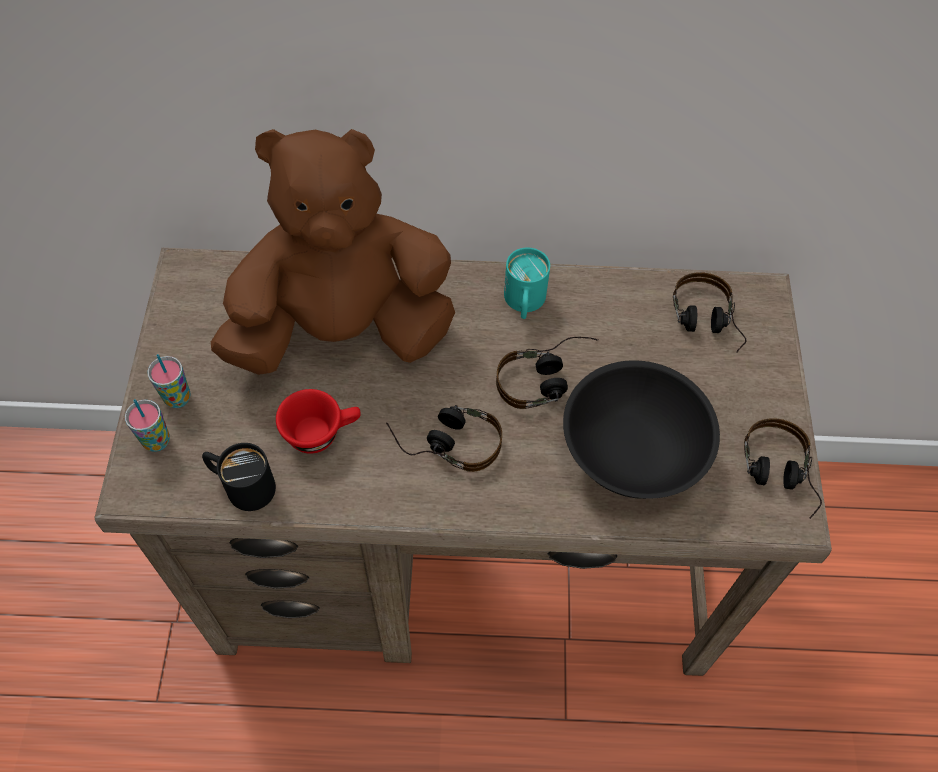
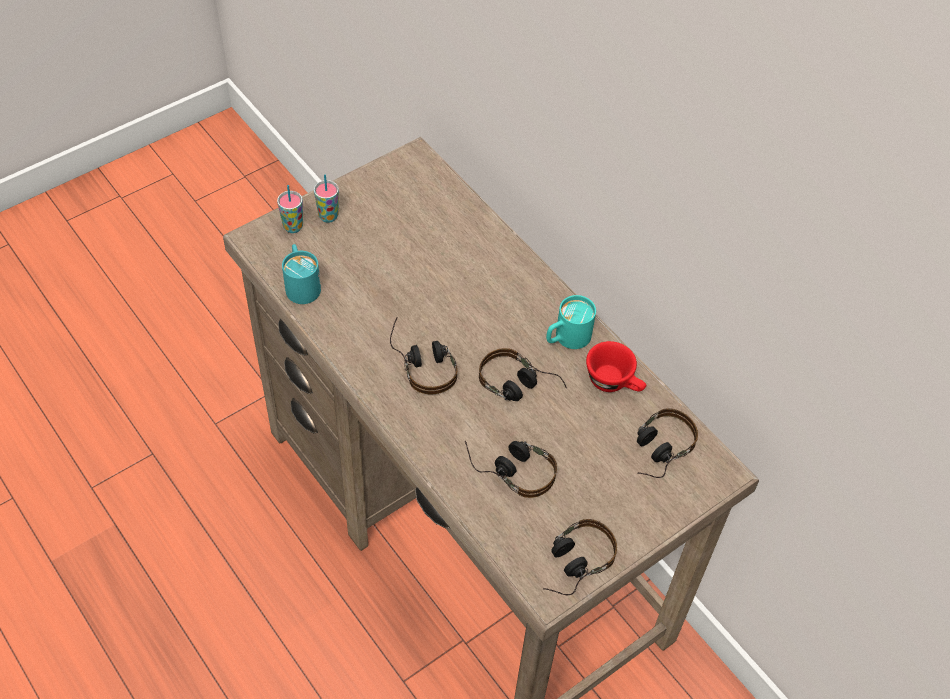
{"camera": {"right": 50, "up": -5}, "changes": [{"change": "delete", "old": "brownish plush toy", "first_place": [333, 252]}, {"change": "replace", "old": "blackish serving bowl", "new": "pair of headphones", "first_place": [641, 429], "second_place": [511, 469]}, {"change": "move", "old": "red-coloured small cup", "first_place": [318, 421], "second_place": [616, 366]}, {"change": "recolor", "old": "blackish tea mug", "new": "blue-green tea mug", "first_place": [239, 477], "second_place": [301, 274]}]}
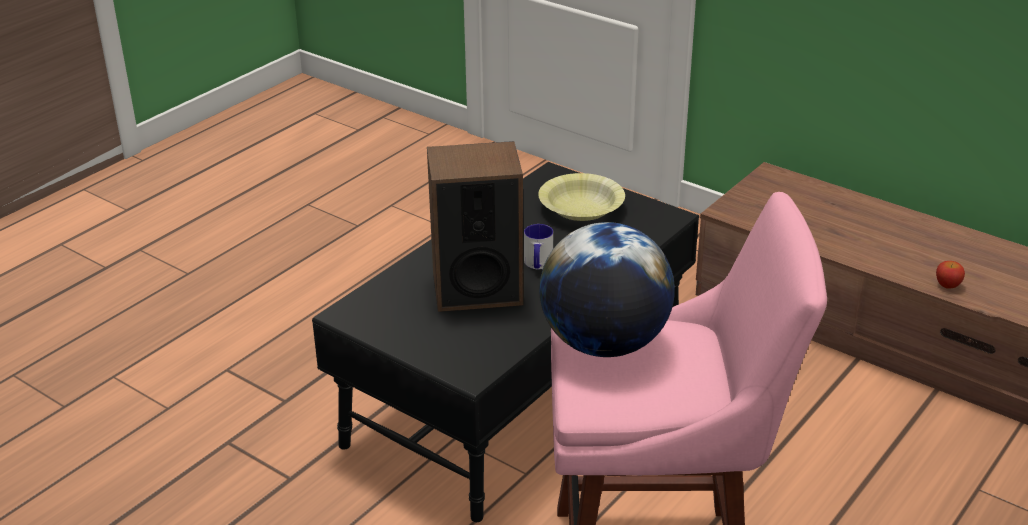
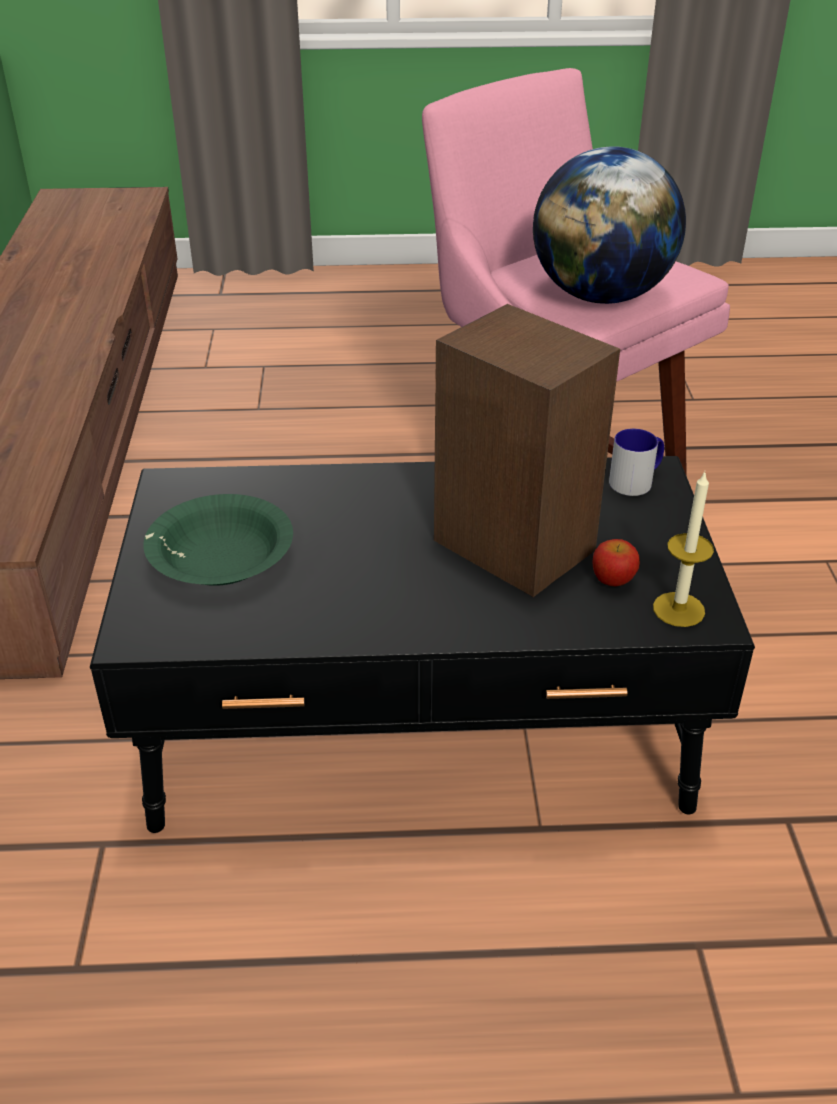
{"camera": {"right": -130, "up": 5}, "changes": [{"change": "recolor", "old": "yellow serving bowl", "new": "greenish serving bowl", "first_place": [581, 197], "second_place": [218, 540]}, {"change": "move", "old": "tea mug", "first_place": [538, 246], "second_place": [636, 462]}, {"change": "move", "old": "whole apple", "first_place": [950, 275], "second_place": [616, 562]}, {"change": "insert", "new": "candle", "second_place": [683, 549]}]}
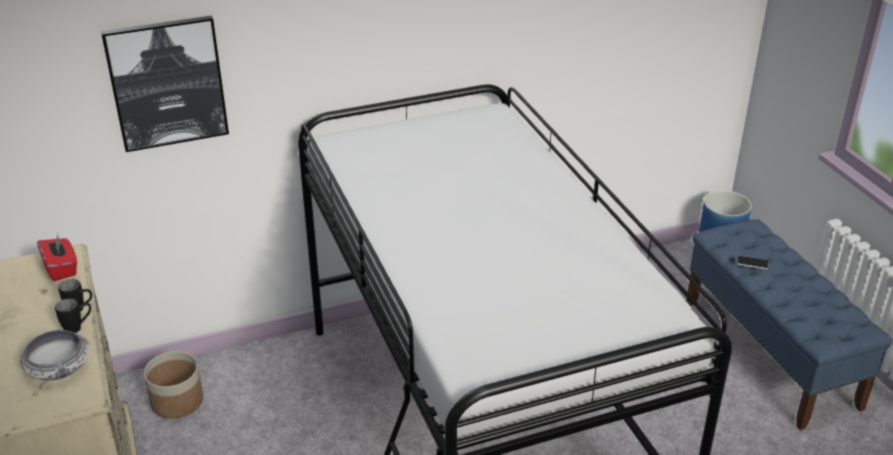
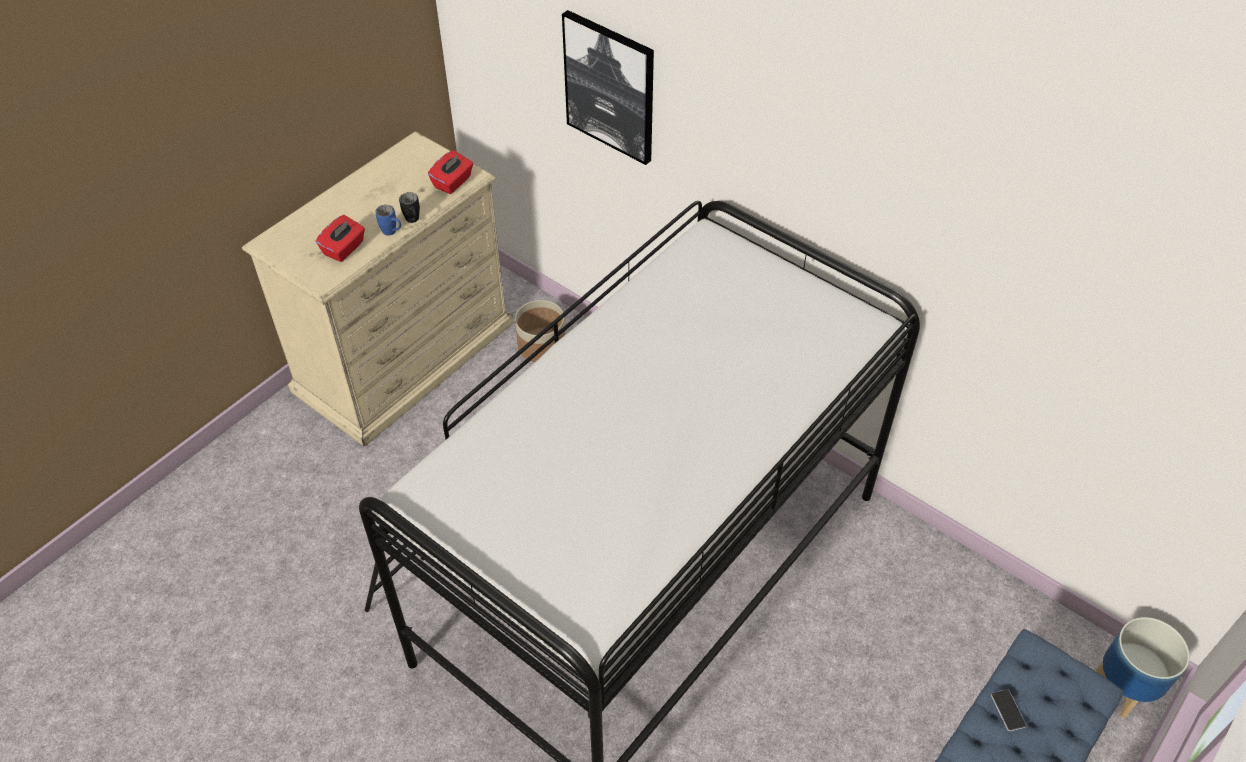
{"camera": {"right": 60, "up": 15}, "changes": [{"change": "recolor", "old": "blackish tea mug", "new": "blue tea mug", "first_place": [73, 316], "second_place": [388, 220]}, {"change": "replace", "old": "serving bowl", "new": "red-coloured tissue holder", "first_place": [54, 355], "second_place": [340, 238]}]}
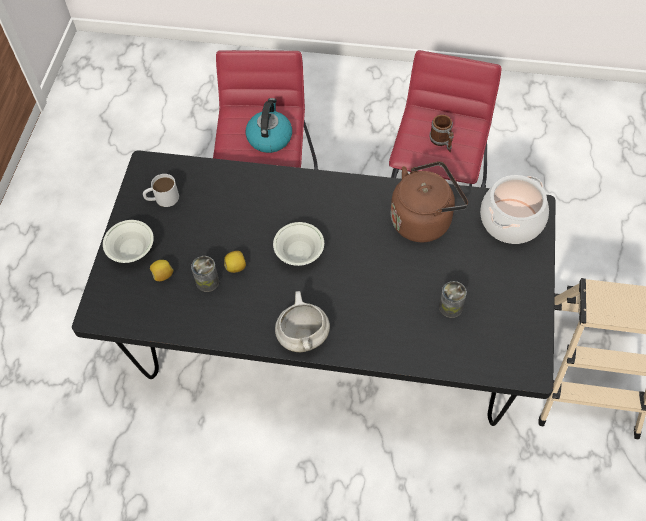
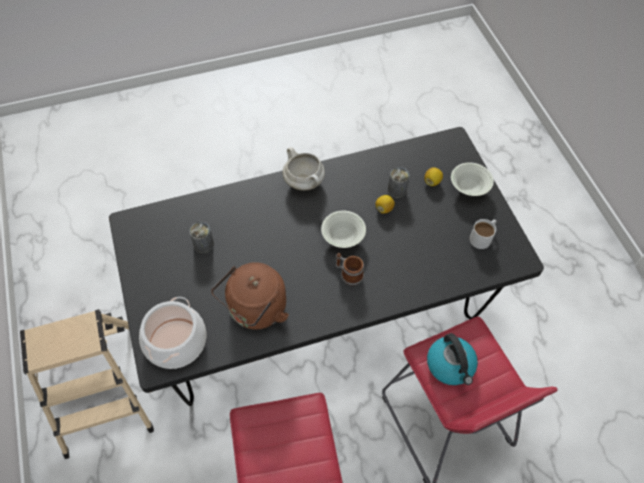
{"camera": {"right": 150, "up": 0}, "changes": [{"change": "move", "old": "tea mug", "first_place": [441, 133], "second_place": [350, 269]}]}
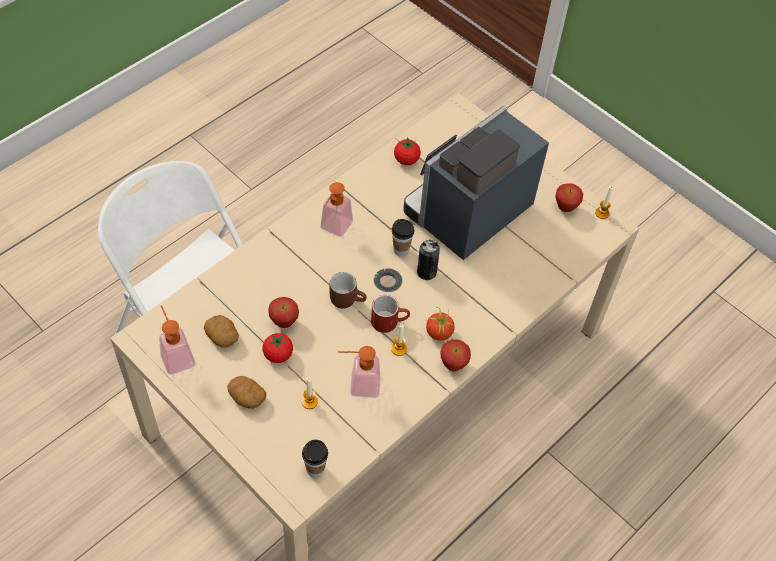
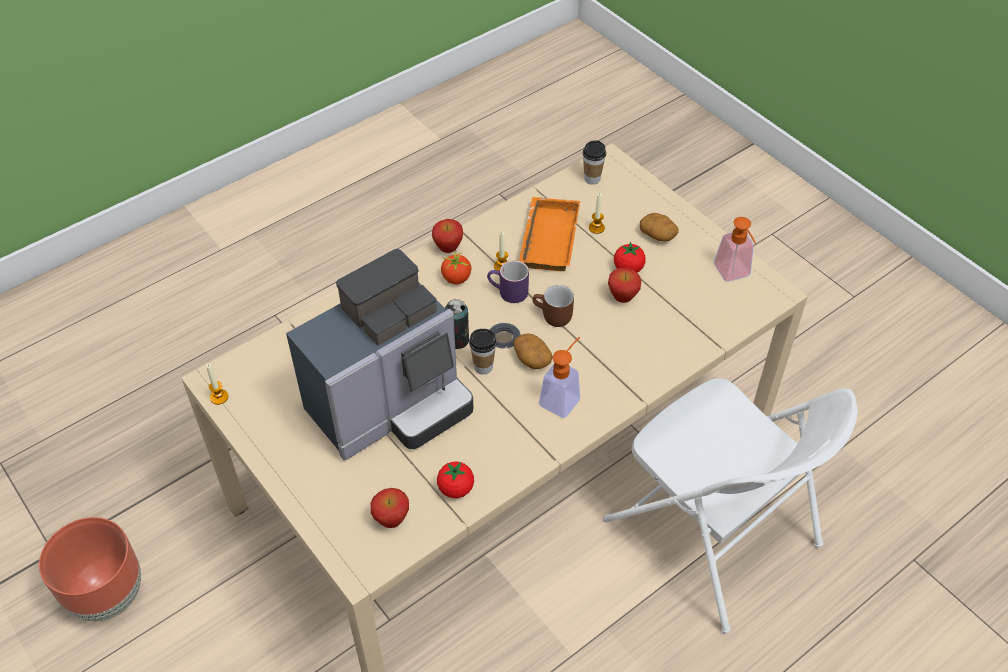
{"camera": {"right": -170, "up": -5}, "changes": [{"change": "move", "old": "whole apple", "first_place": [569, 197], "second_place": [389, 508]}, {"change": "recolor", "old": "red-coloured tea mug", "new": "purplish tea mug", "first_place": [390, 314], "second_place": [508, 281]}, {"change": "move", "old": "potato", "first_place": [221, 331], "second_place": [533, 352]}, {"change": "replace", "old": "soap bottle", "new": "orangey tray", "first_place": [359, 372], "second_place": [549, 234]}, {"change": "insert", "new": "brownish flower pot", "second_place": [90, 569]}]}
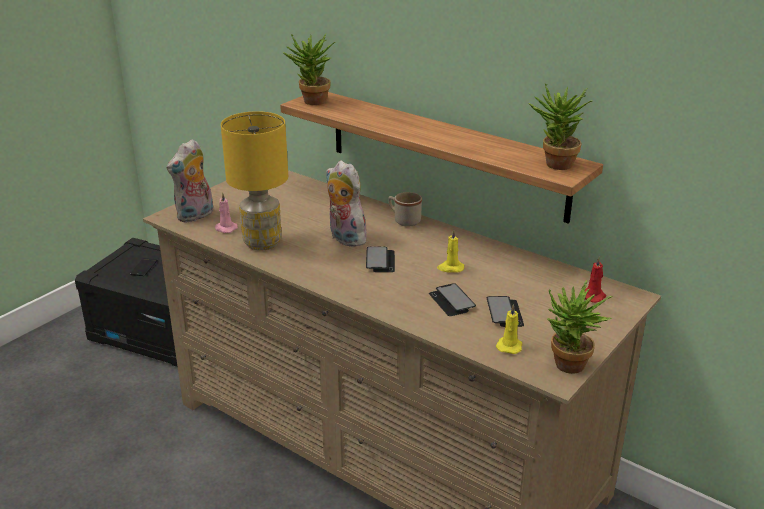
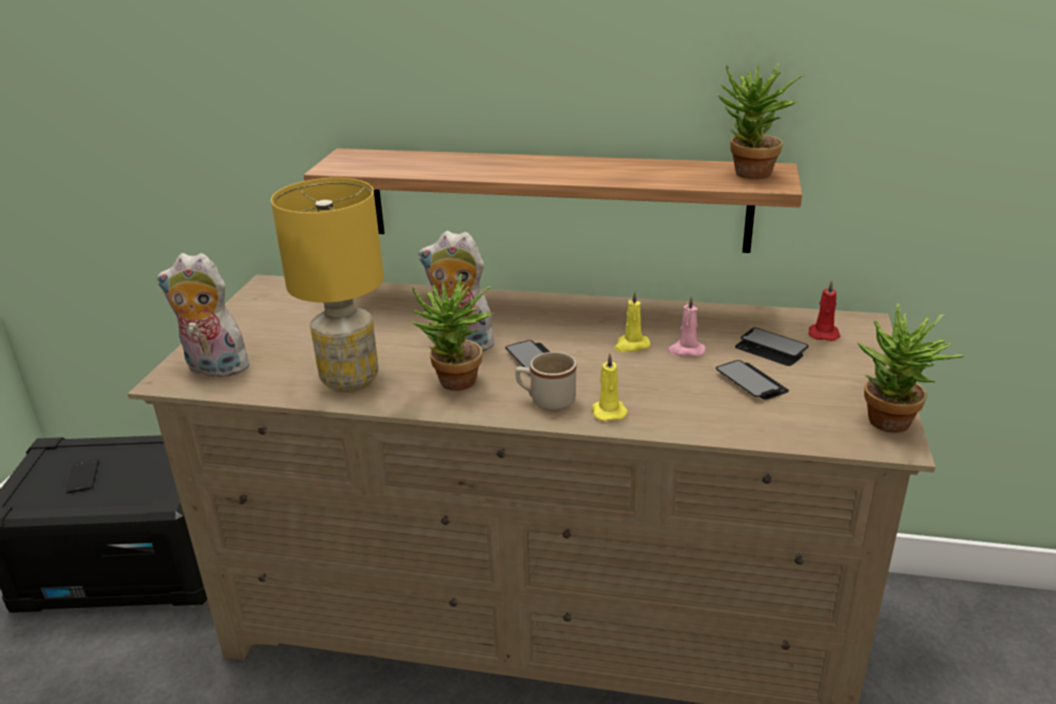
{"camera": {"right": -25, "up": 0}, "changes": [{"change": "move", "old": "potted plant", "first_place": [309, 69], "second_place": [453, 332]}, {"change": "rotate", "old": "plush toy", "first_place": [189, 181], "second_place": [204, 315], "degrees": 90}, {"change": "move", "old": "pink candle", "first_place": [226, 212], "second_place": [686, 326]}, {"change": "move", "old": "beige tea mug", "first_place": [405, 209], "second_place": [546, 381]}, {"change": "move", "old": "phone", "first_place": [452, 299], "second_place": [772, 347]}, {"change": "move", "old": "yellow candle", "first_place": [509, 329], "second_place": [610, 387]}]}
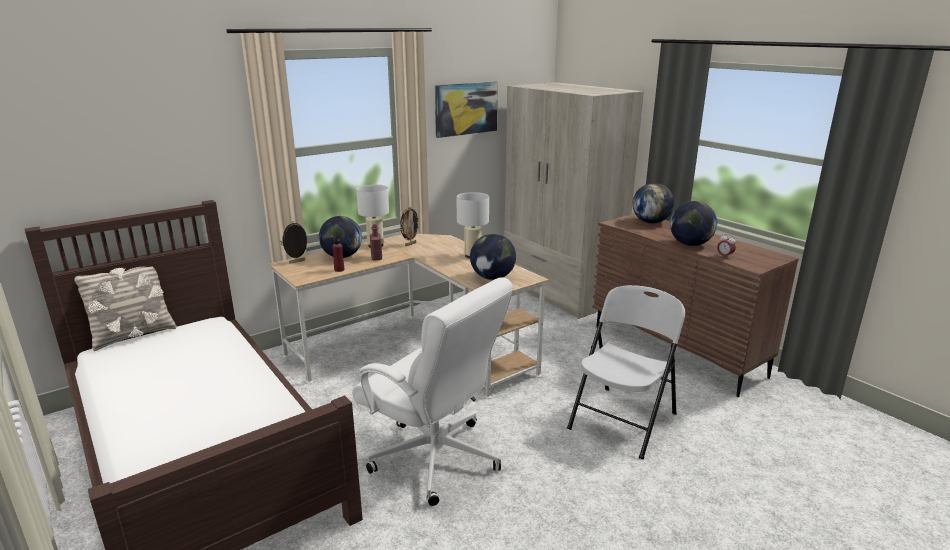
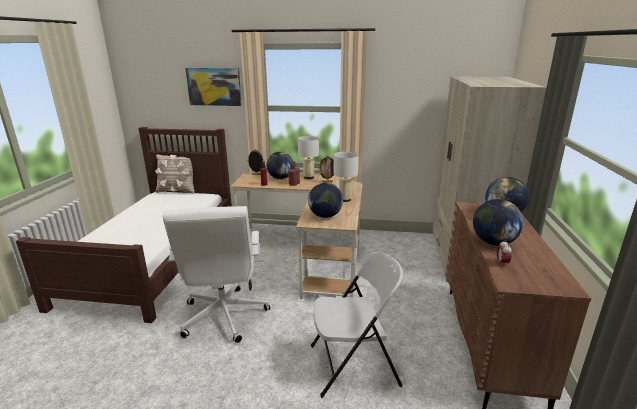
{"camera": {"right": 45, "up": 0}, "changes": [{"change": "move", "old": "picture", "first_place": [466, 110], "second_place": [213, 87]}]}
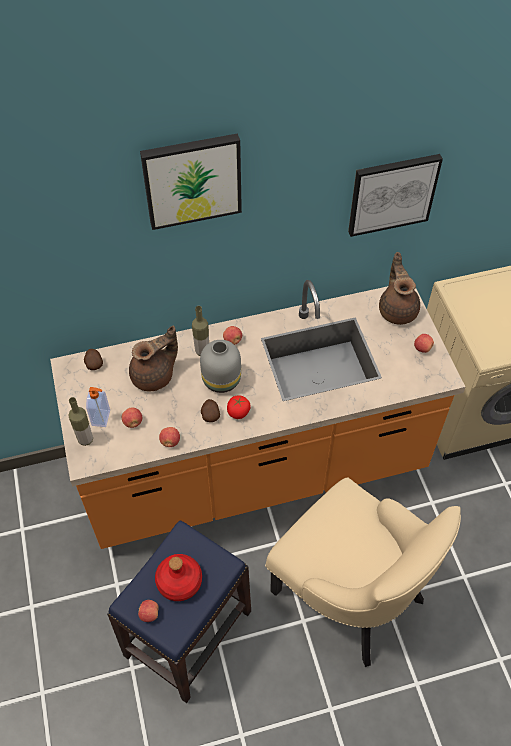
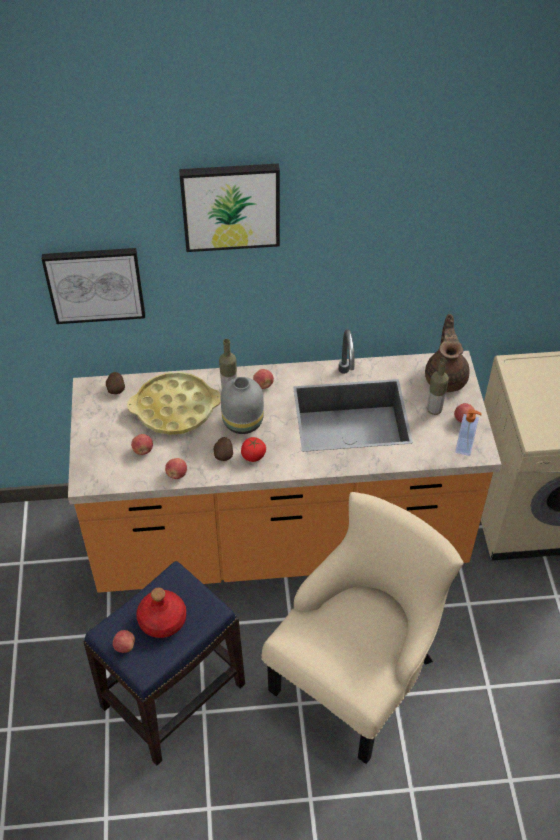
{"camera": {"right": 10, "up": -5}, "changes": [{"change": "move", "old": "picture", "first_place": [395, 195], "second_place": [93, 286]}, {"change": "replace", "old": "brownish pot for tea", "new": "yellow tray", "first_place": [153, 358], "second_place": [174, 403]}, {"change": "move", "old": "soap bottle", "first_place": [98, 407], "second_place": [468, 432]}, {"change": "move", "old": "bottle", "first_place": [80, 421], "second_place": [438, 386]}, {"change": "rotate", "old": "beige plain chair", "first_place": [363, 572], "second_place": [362, 628], "degrees": -105}]}
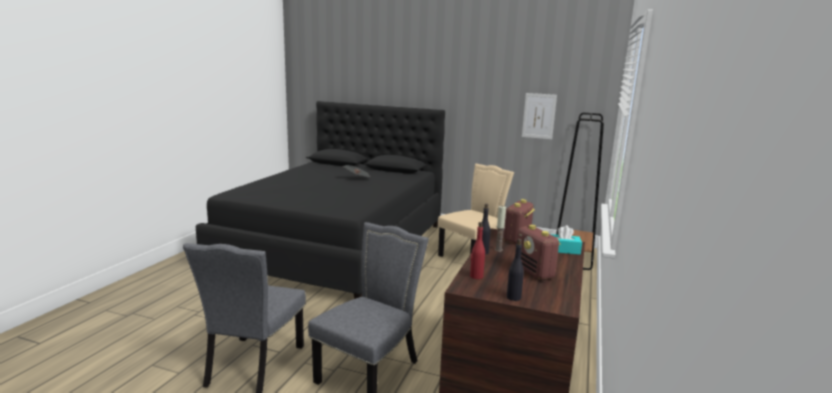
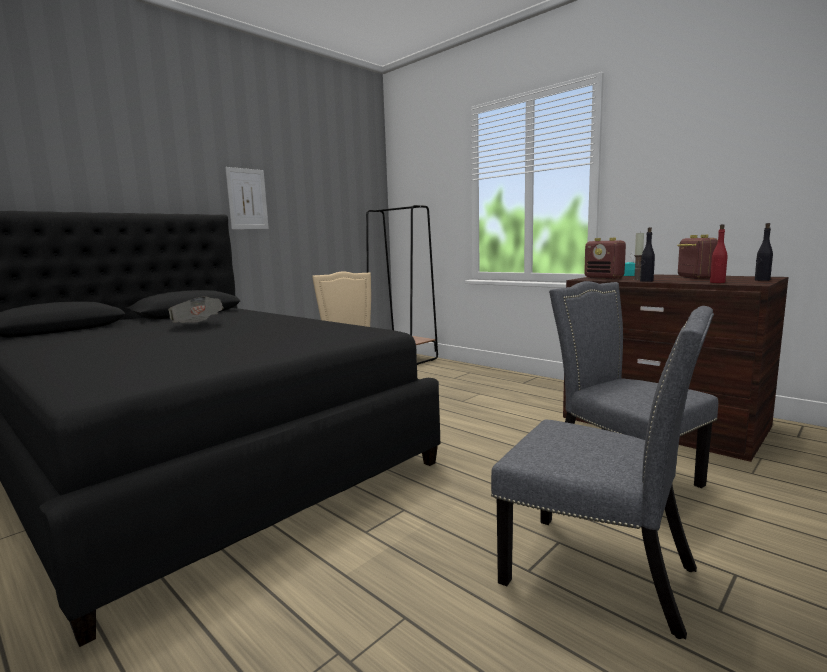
{"camera": {"right": -65, "up": -5}, "changes": [{"change": "move", "old": "picture", "first_place": [539, 116], "second_place": [247, 198]}, {"change": "rotate", "old": "radio set", "first_place": [539, 252], "second_place": [697, 257], "degrees": -90}]}
